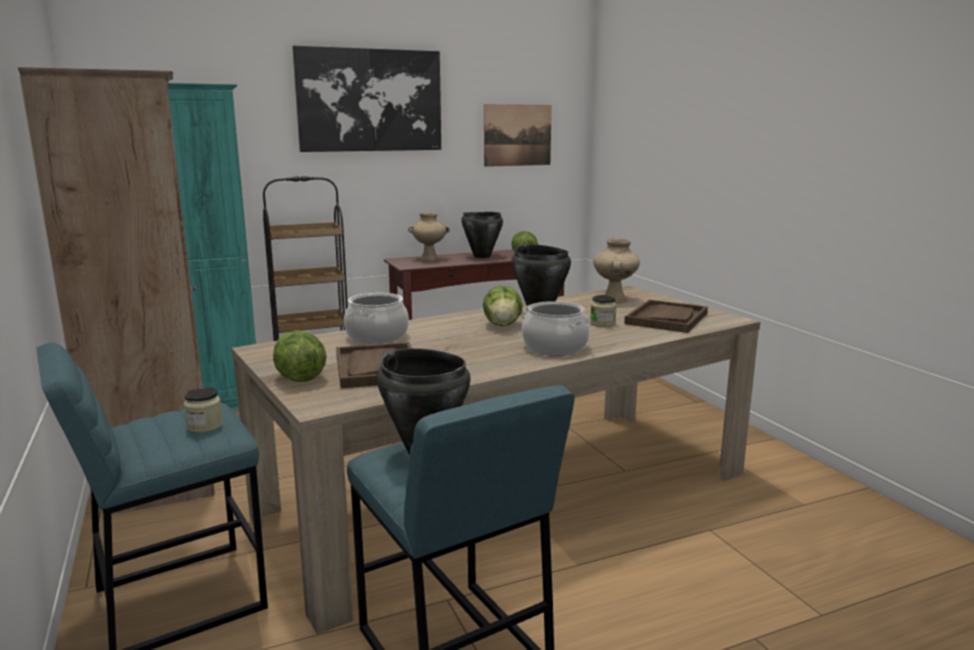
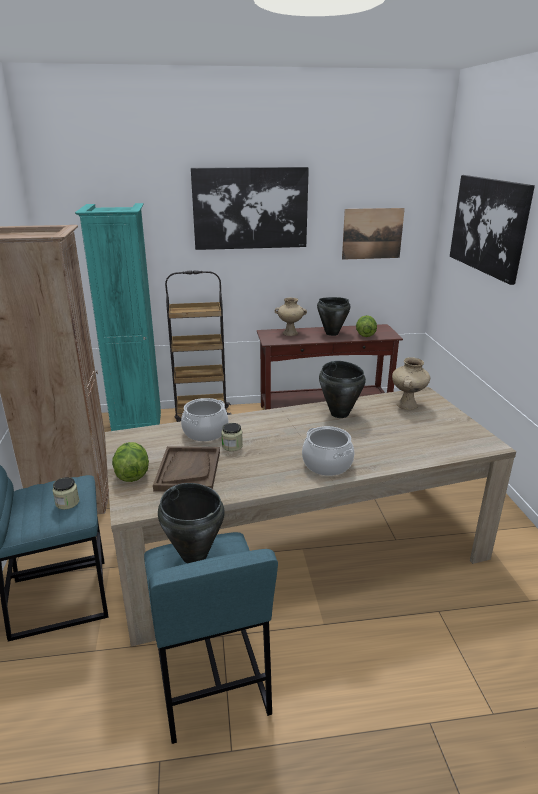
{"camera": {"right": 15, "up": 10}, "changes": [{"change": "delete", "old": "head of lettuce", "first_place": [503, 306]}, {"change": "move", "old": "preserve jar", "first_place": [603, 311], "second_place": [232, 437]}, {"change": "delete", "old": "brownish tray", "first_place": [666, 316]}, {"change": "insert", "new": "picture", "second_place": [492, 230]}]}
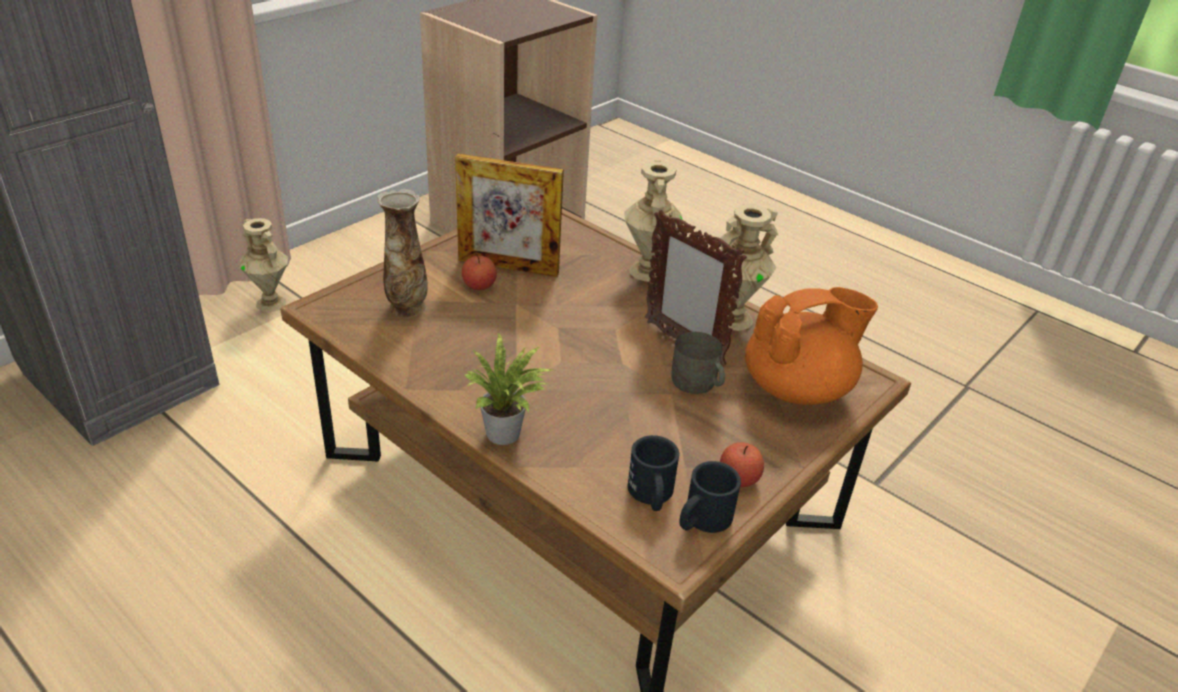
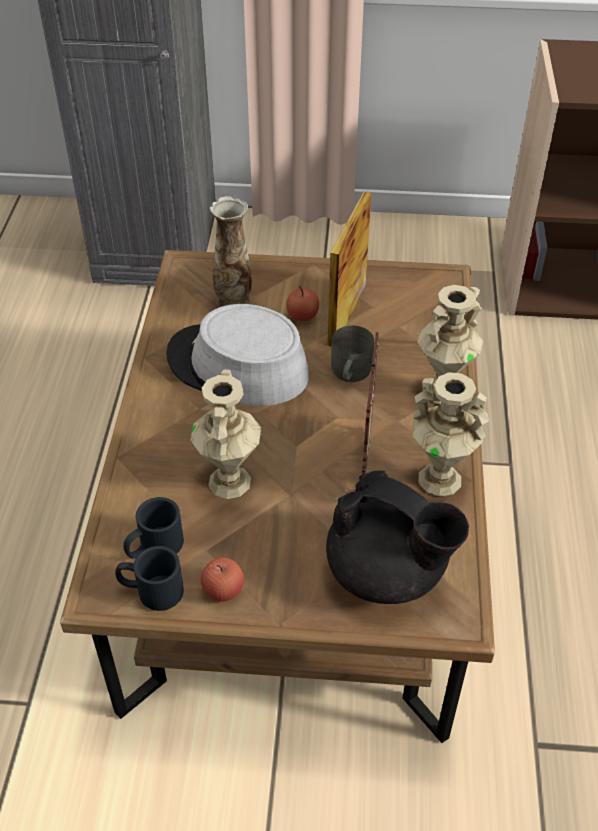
{"camera": {"right": 55, "up": 10}, "changes": [{"change": "rotate", "old": "picture frame", "first_place": [509, 215], "second_place": [349, 269], "degrees": 45}, {"change": "move", "old": "beige vase", "first_place": [263, 265], "second_place": [225, 434]}, {"change": "recolor", "old": "orangey pot for tea", "new": "blackish pot for tea", "first_place": [811, 346], "second_place": [397, 537]}, {"change": "move", "old": "grey tea mug", "first_place": [698, 363], "second_place": [352, 353]}, {"change": "delete", "old": "potted plant", "first_place": [509, 389]}, {"change": "insert", "new": "grey hat", "second_place": [237, 355]}]}
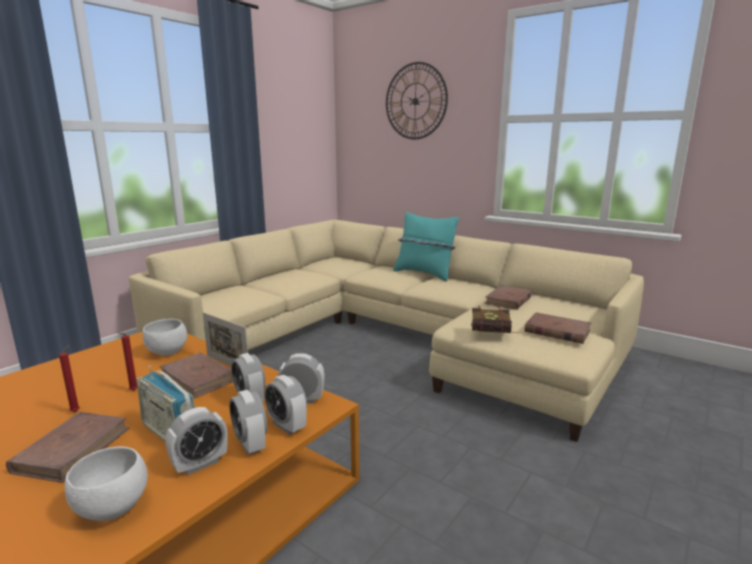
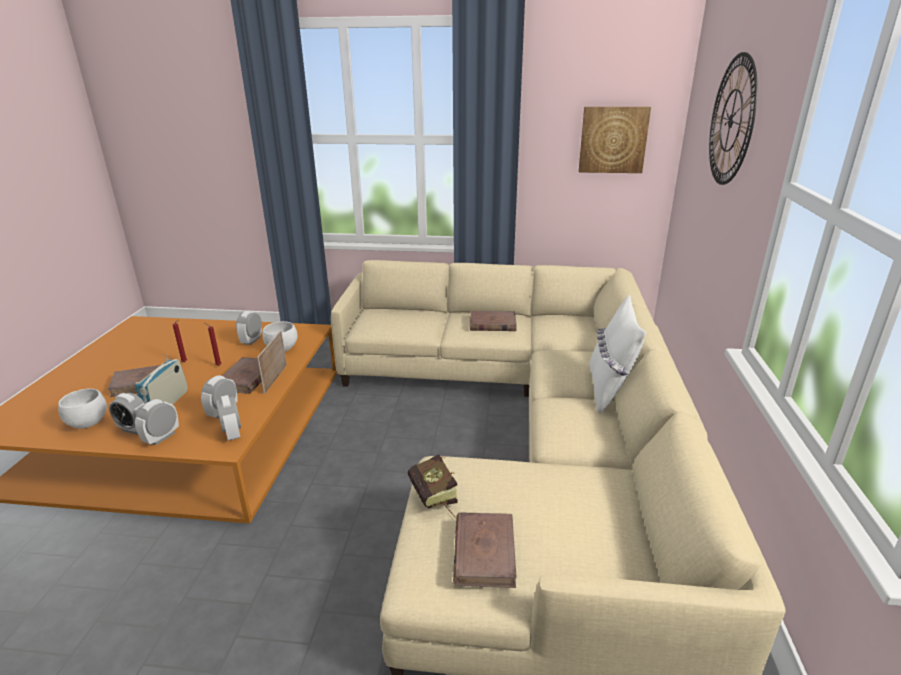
{"camera": {"right": 60, "up": 10}, "changes": [{"change": "recolor", "old": "blue-green pillow", "new": "white-coloured pillow", "first_place": [426, 246], "second_place": [617, 354]}, {"change": "move", "old": "brownish bound book", "first_place": [508, 297], "second_place": [493, 321]}, {"change": "move", "old": "bedside clock", "first_place": [285, 405], "second_place": [249, 327]}, {"change": "insert", "new": "picture", "second_place": [615, 140]}]}
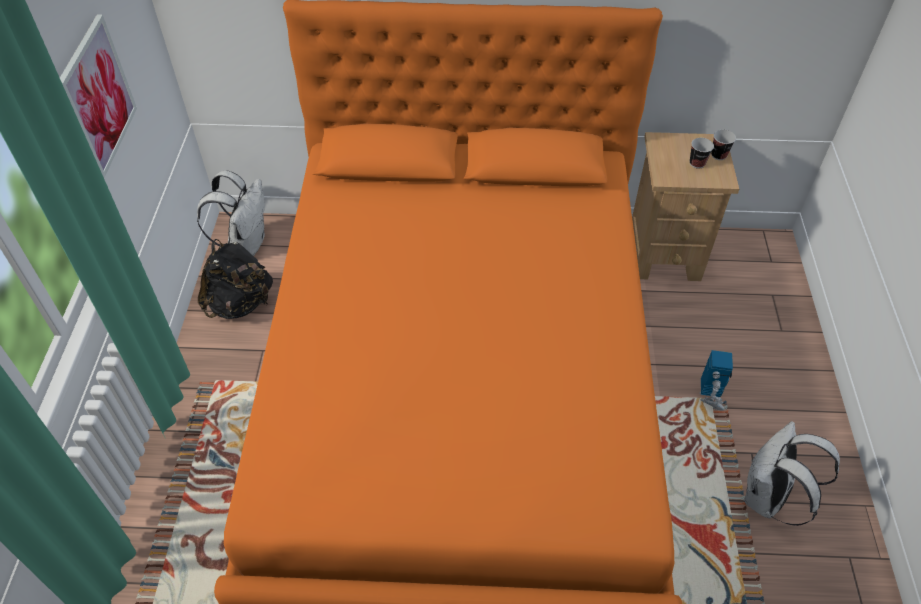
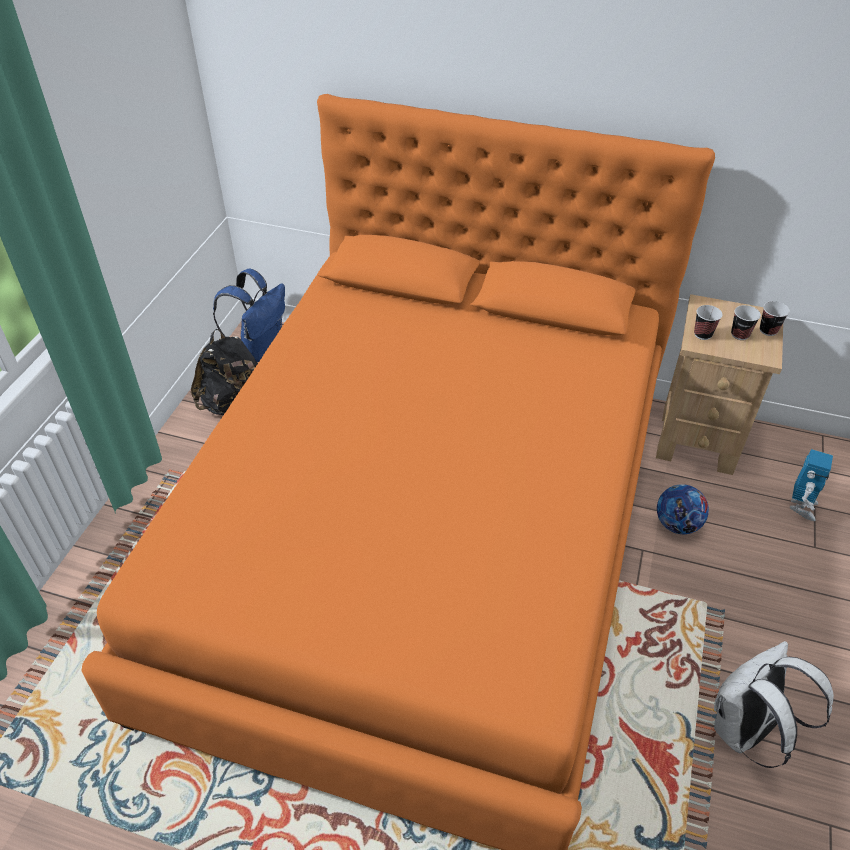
{"camera": {"right": 15, "up": -5}, "changes": [{"change": "delete", "old": "picture", "first_place": [98, 96]}, {"change": "recolor", "old": "white-coloured knapsack", "new": "blue knapsack", "first_place": [231, 213], "second_place": [249, 315]}, {"change": "move", "old": "robot figure", "first_place": [716, 380], "second_place": [811, 485]}, {"change": "insert", "new": "small cup", "second_place": [708, 322]}, {"change": "insert", "new": "football ball", "second_place": [683, 509]}]}
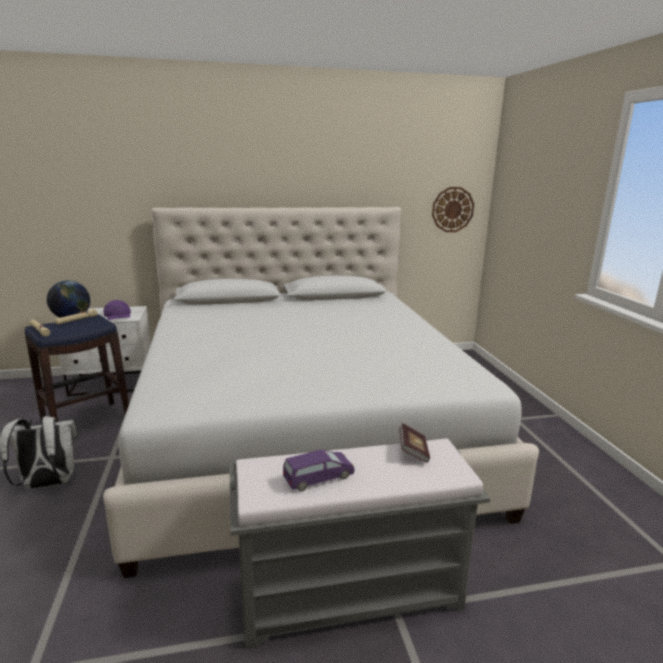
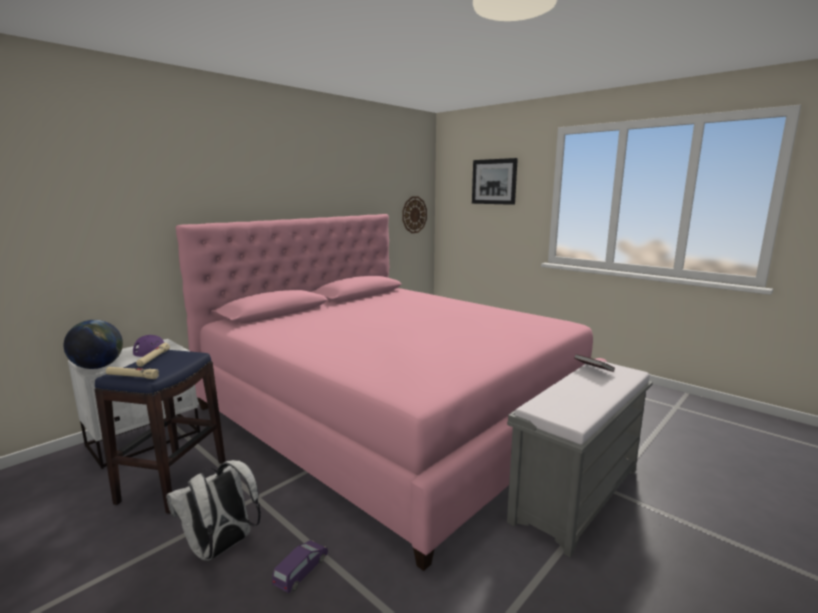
{"camera": {"right": -35, "up": -5}, "changes": [{"change": "recolor", "old": "white-coloured bedroom bed", "new": "pink bedroom bed", "first_place": [321, 392], "second_place": [391, 392]}, {"change": "move", "old": "purplish model car", "first_place": [319, 471], "second_place": [300, 566]}, {"change": "insert", "new": "picture", "second_place": [495, 181]}]}
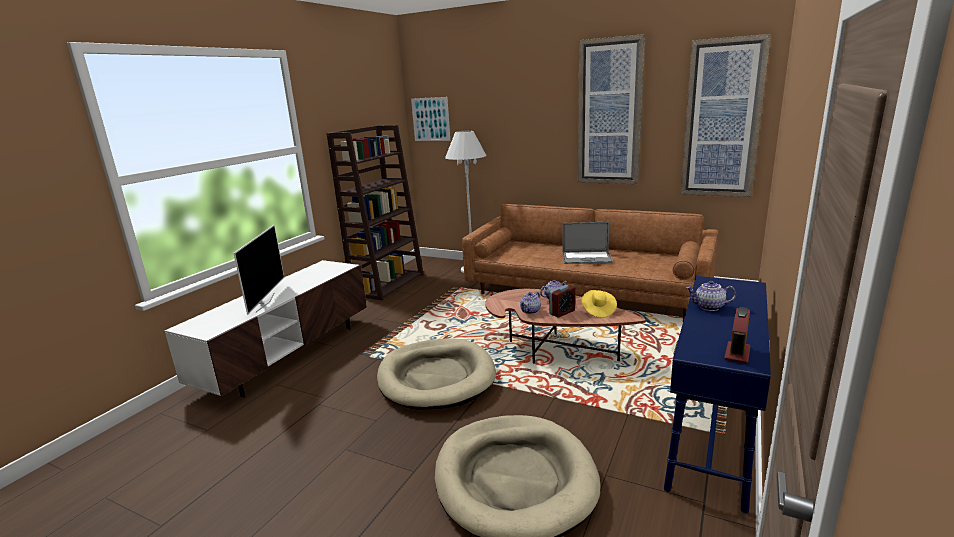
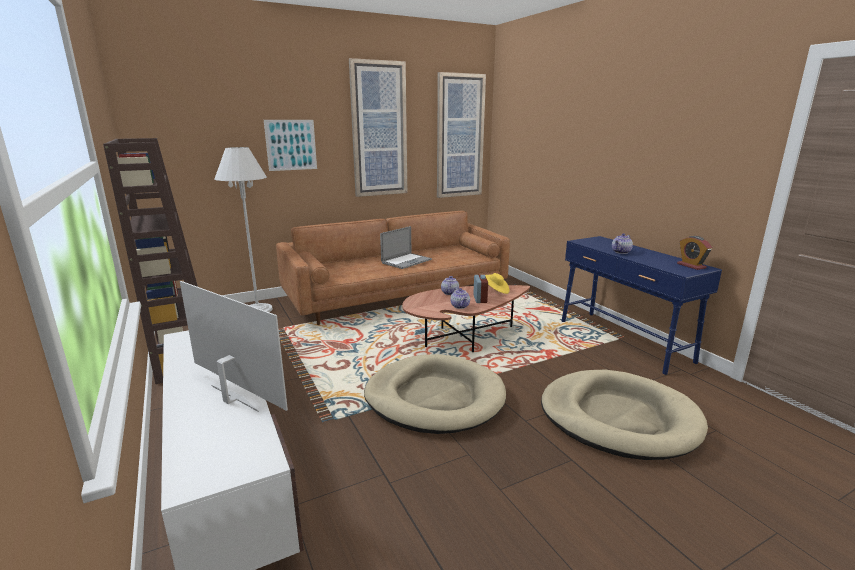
{"camera": {"right": -55, "up": 0}, "changes": [{"change": "move", "old": "picture", "first_place": [430, 119], "second_place": [290, 145]}]}
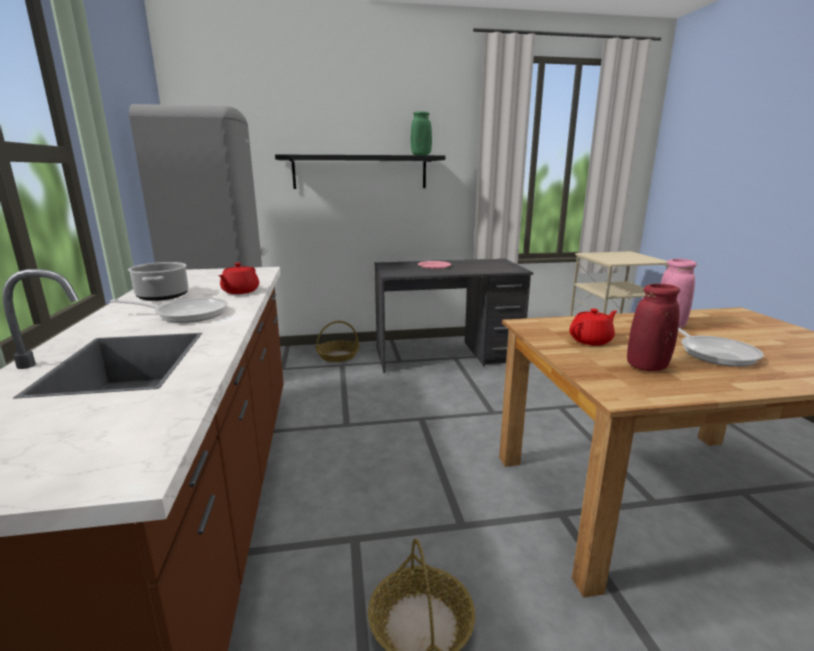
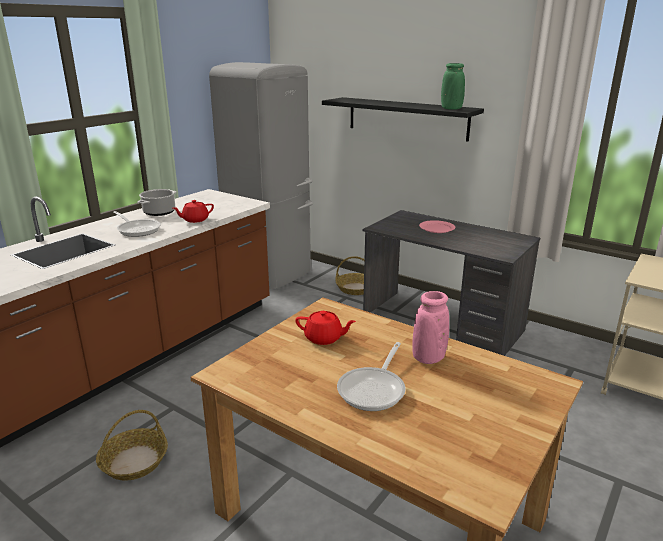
{"camera": {"right": 45, "up": 5}, "changes": [{"change": "delete", "old": "red-coloured vase", "first_place": [653, 327]}]}
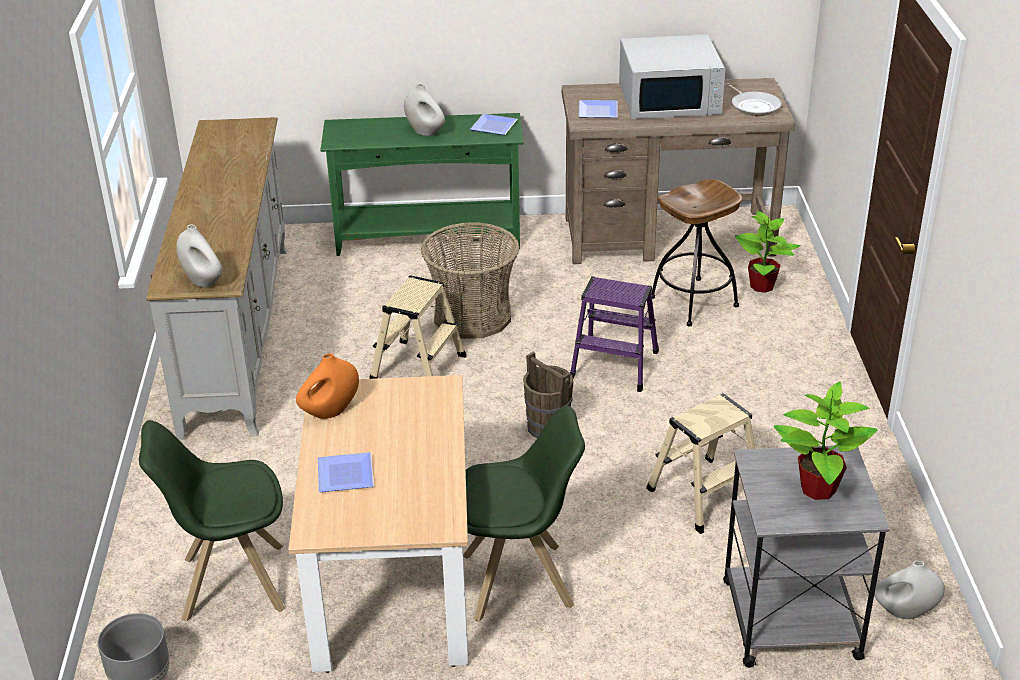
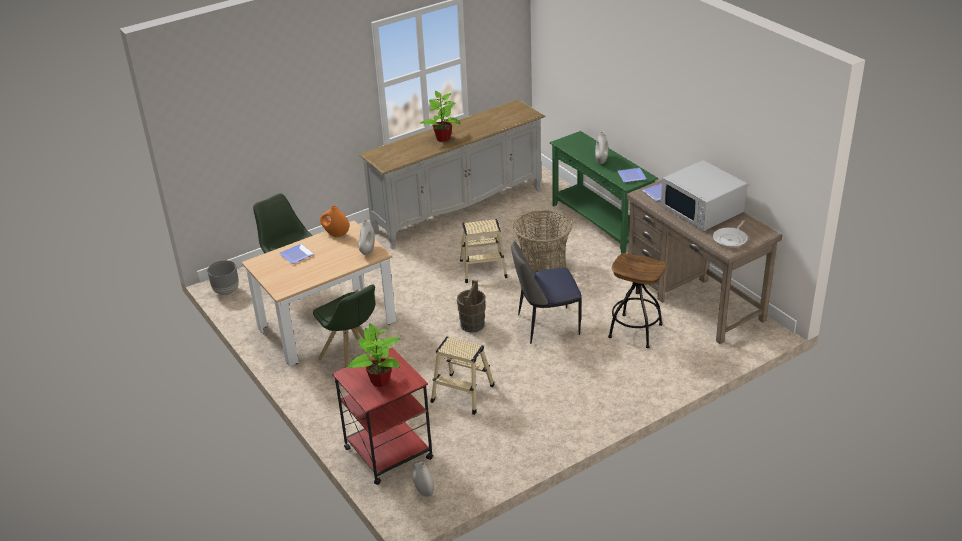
{"camera": {"right": 60, "up": 0}, "changes": [{"change": "move", "old": "potted plant", "first_place": [768, 252], "second_place": [440, 116]}, {"change": "move", "old": "white-coloured vase", "first_place": [199, 255], "second_place": [366, 237]}, {"change": "replace", "old": "purplish stepladder", "new": "plain chair", "first_place": [614, 334], "second_place": [546, 292]}, {"change": "recolor", "old": "grey trolley", "new": "red-coloured trolley", "first_place": [806, 557], "second_place": [382, 416]}]}
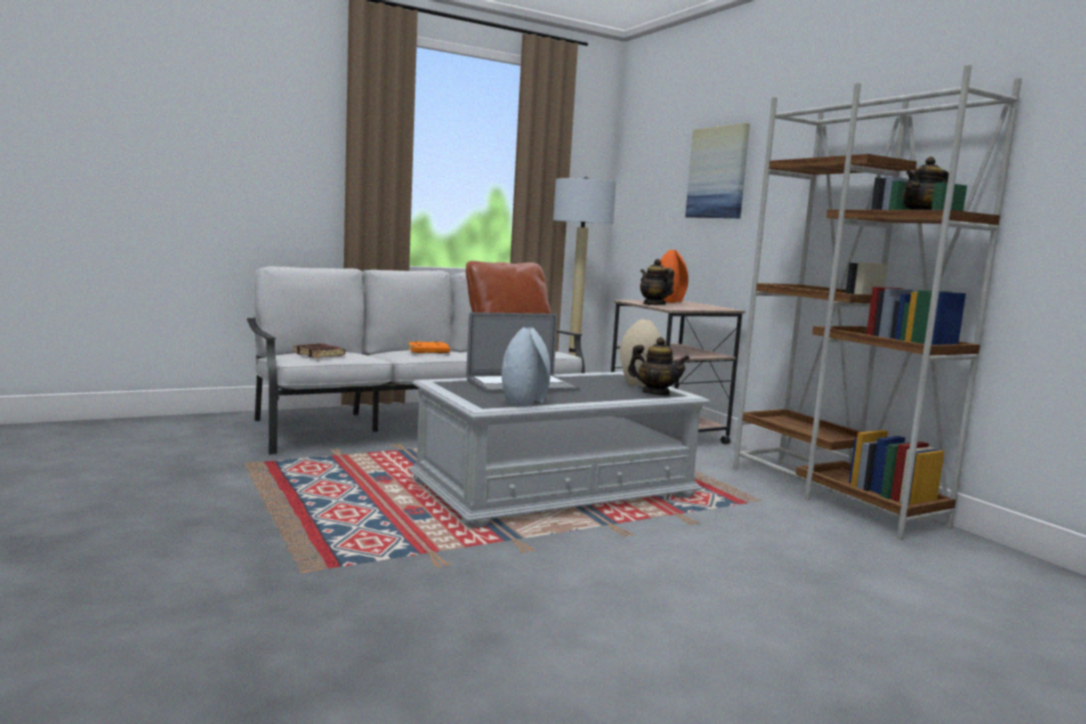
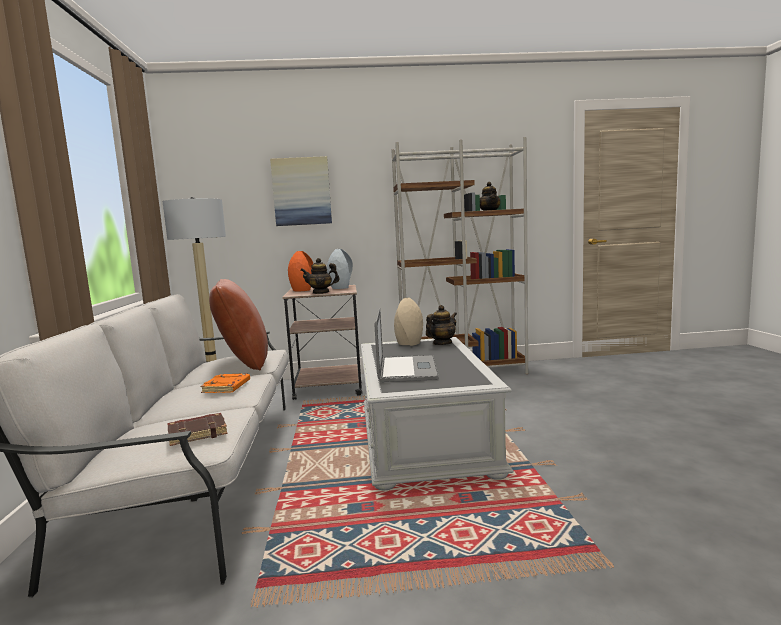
{"camera": {"right": -65, "up": 0}, "changes": [{"change": "move", "old": "grey vase", "first_place": [526, 367], "second_place": [340, 269]}]}
